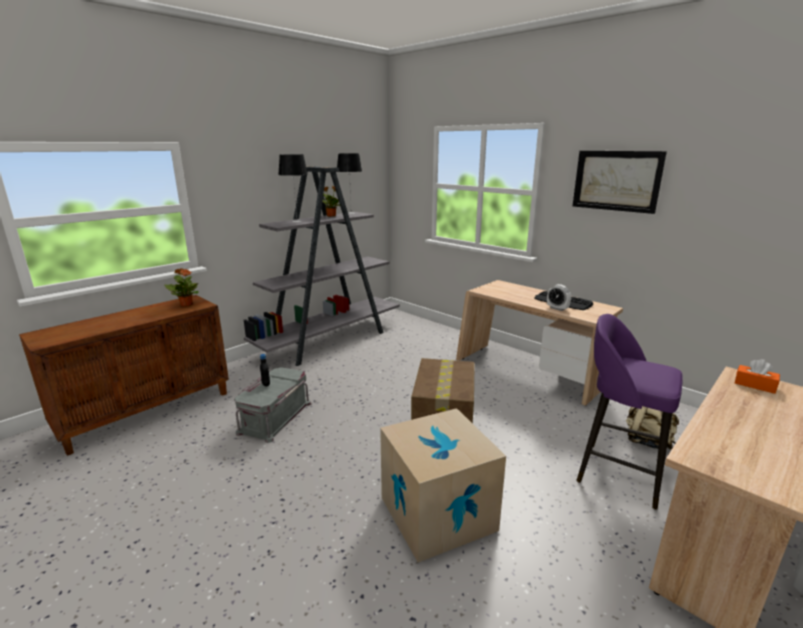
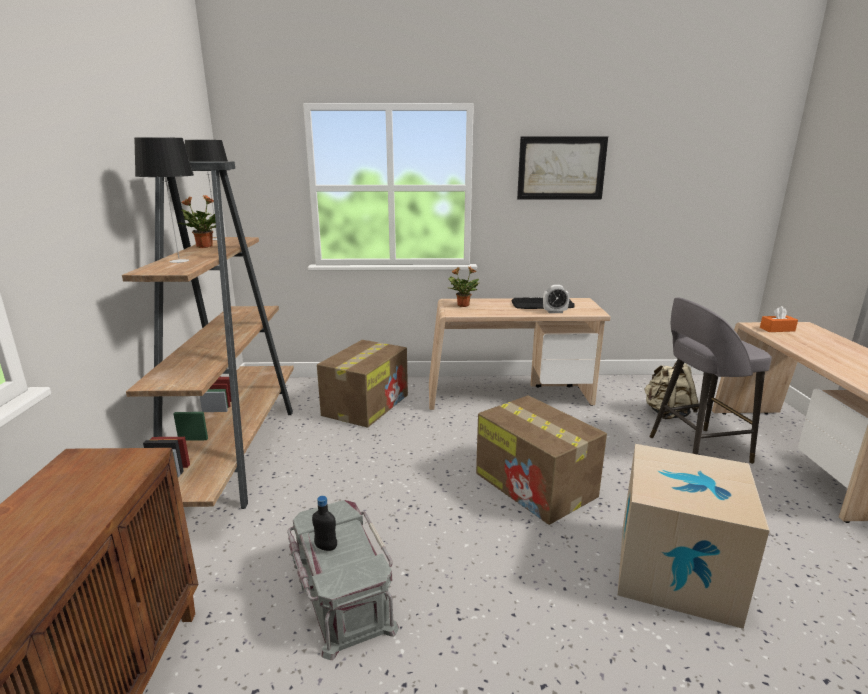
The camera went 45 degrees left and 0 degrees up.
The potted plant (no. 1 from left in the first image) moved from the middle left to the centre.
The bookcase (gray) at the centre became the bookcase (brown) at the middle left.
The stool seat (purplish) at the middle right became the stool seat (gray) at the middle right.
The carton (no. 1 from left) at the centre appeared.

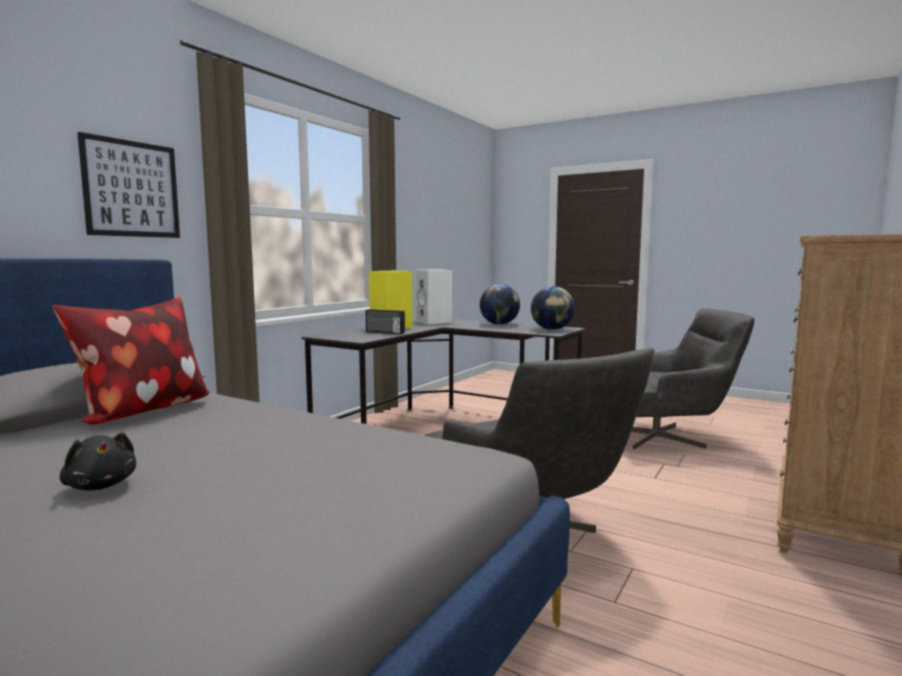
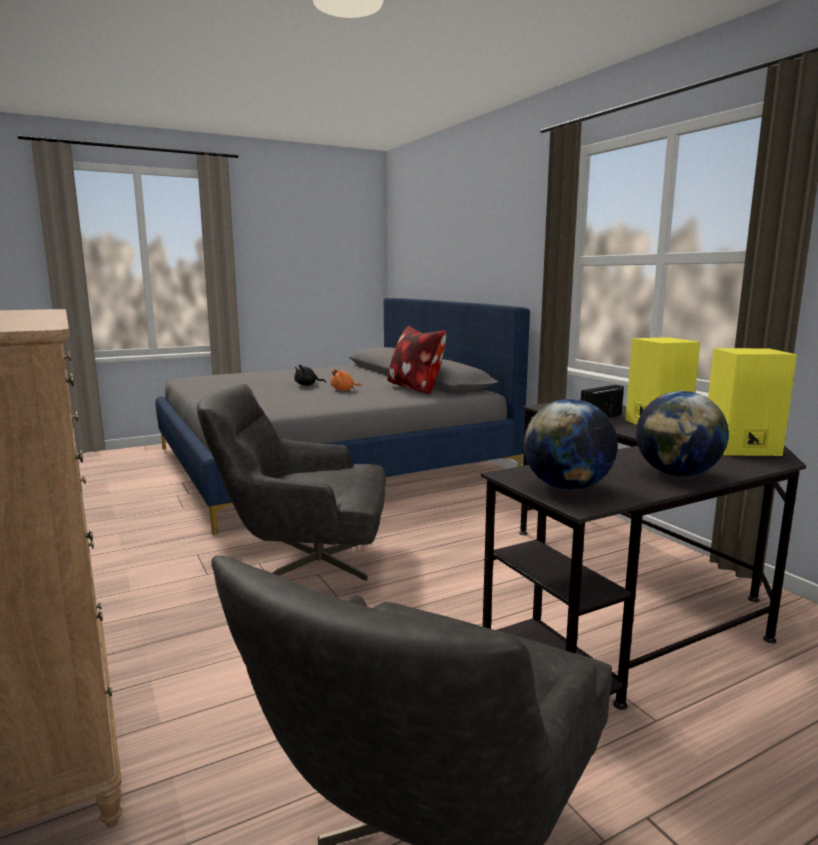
The camera went 120 degrees right and 5 degrees up.
The wall art at the top left disappeared.
The speaker (whitish) at the centre became the speaker (yellow) (no. 2 from left) at the middle right.
The plush toy (orangey) at the centre appeared.

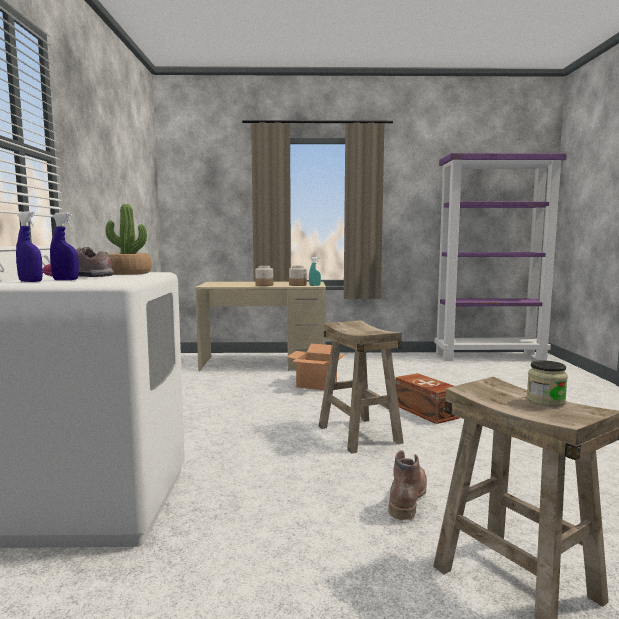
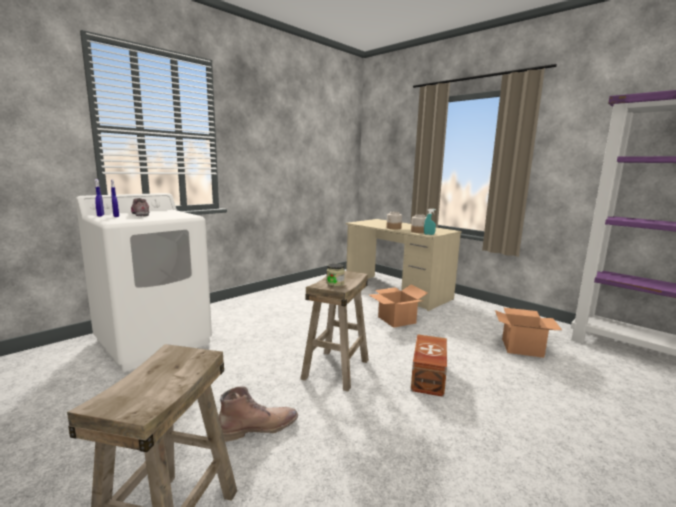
The camera went 45 degrees right and 5 degrees up.
The potted plant at the middle left disappeared.
The storage jar (no. 3 from left in the first image) moved from the middle right to the centre.
The carton (no. 2 from left) at the middle right appeared.

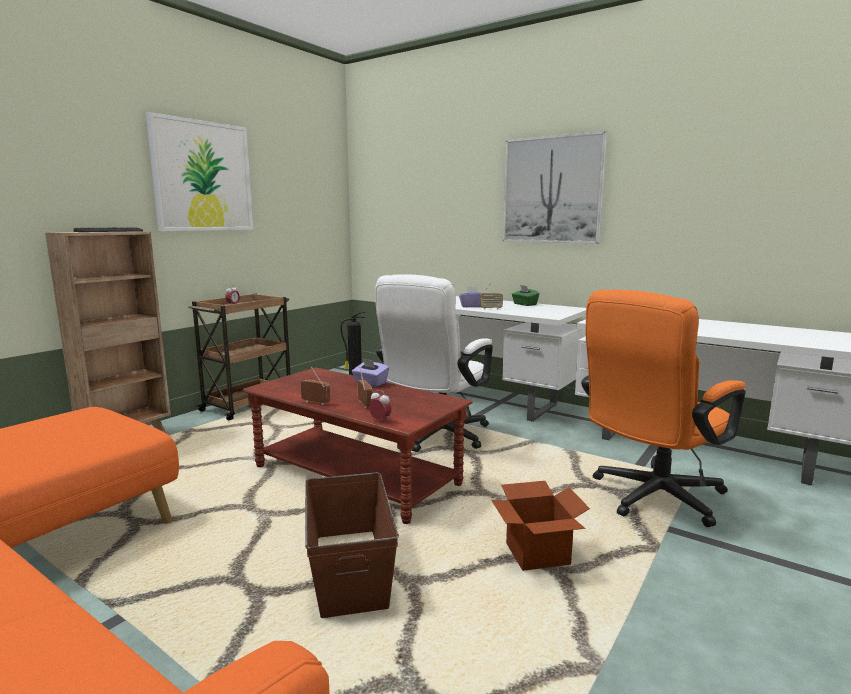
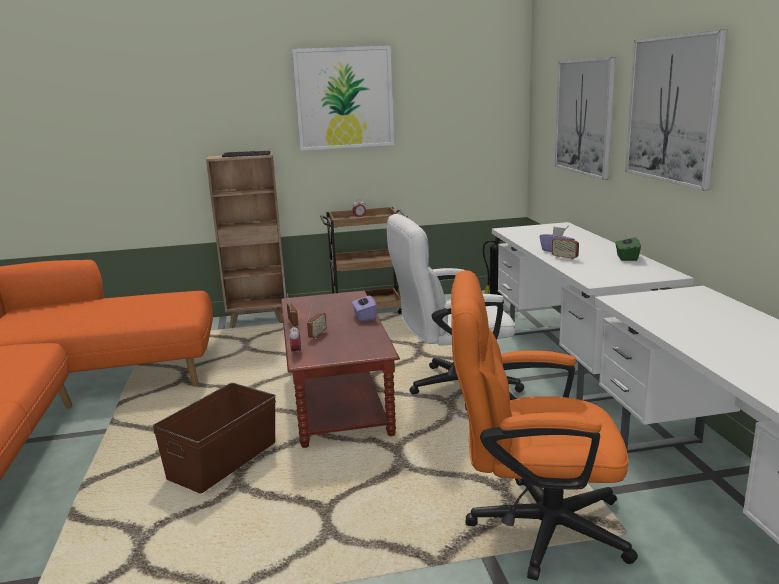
The camera went 45 degrees right and 5 degrees up.
The carton at the bottom centre disappeared.
The wall art (no. 2 from left) at the top right appeared.

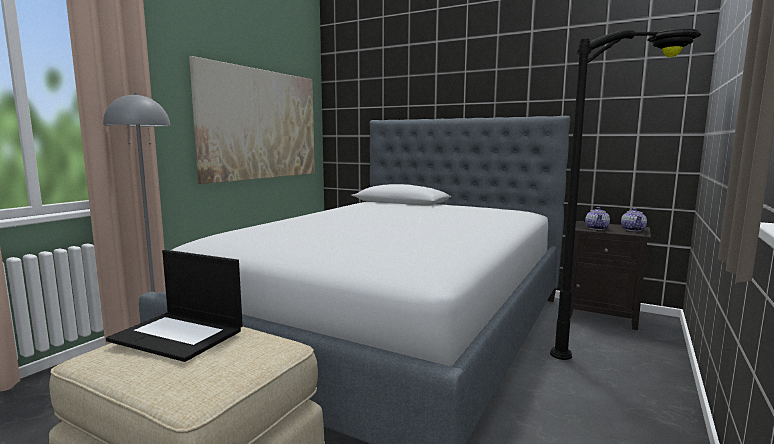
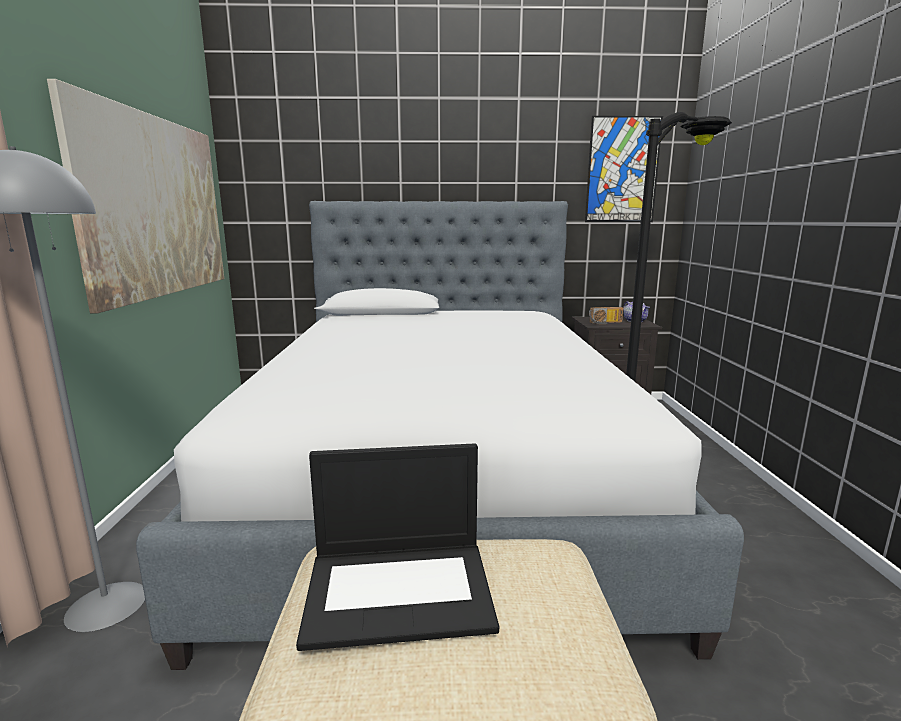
The camera went 30 degrees left and 5 degrees up.
The pot for tea (no. 1 from left) at the middle right was replaced by the radio set at the middle right.
The wall art (no. 2 from left) at the top right appeared.

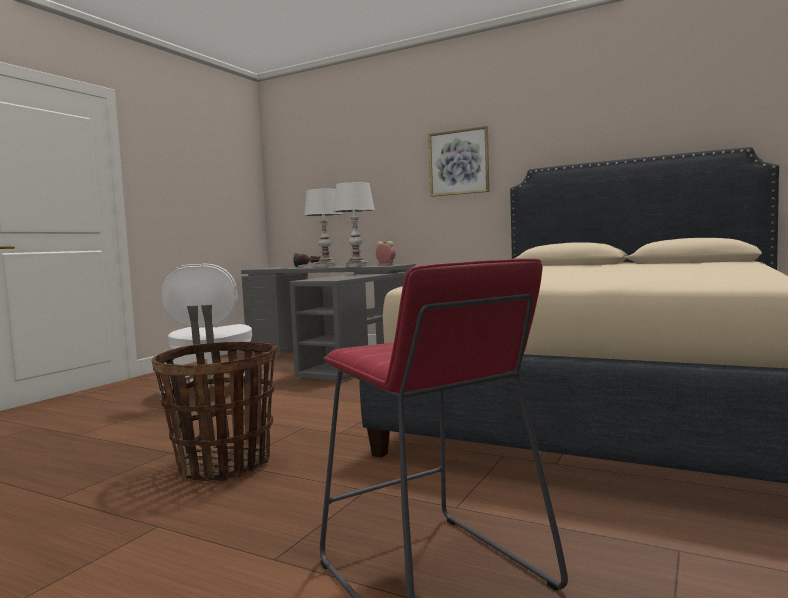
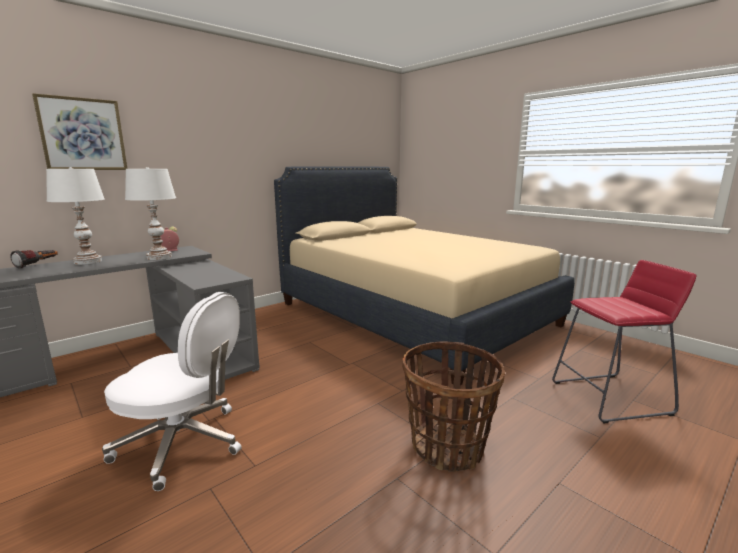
The camera went 70 degrees left and 10 degrees up.
The wall art moved from the top centre to the top left.

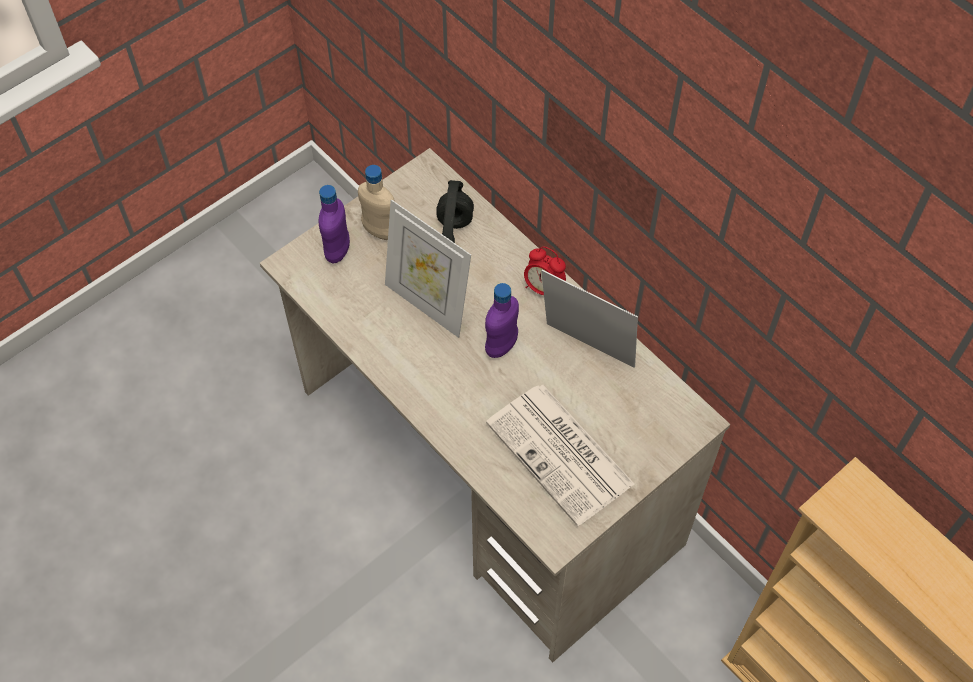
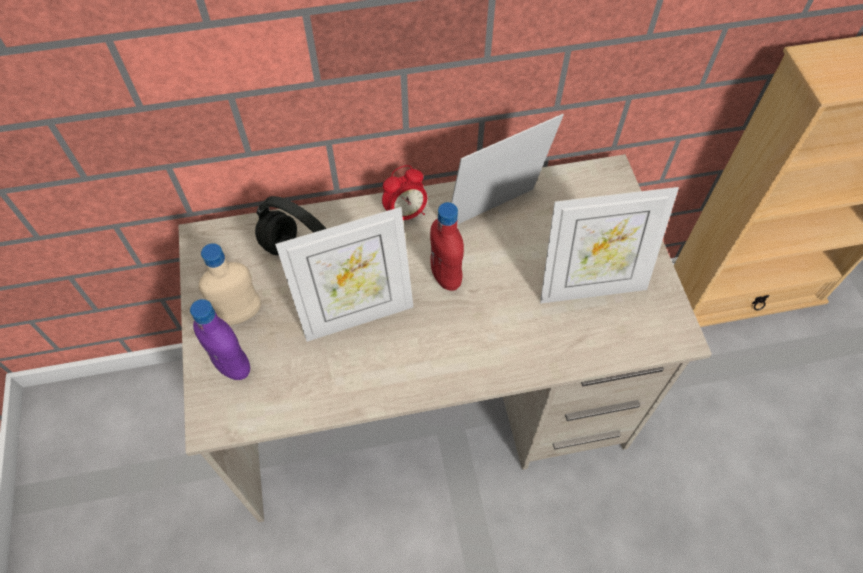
The camera went 60 degrees left and 0 degrees up.
The bottle (purplish) (no. 2 from left) at the centre became the bottle (red) at the centre.
The printed paper at the bottom centre was replaced by the standing frame (no. 3 from left) at the middle right.

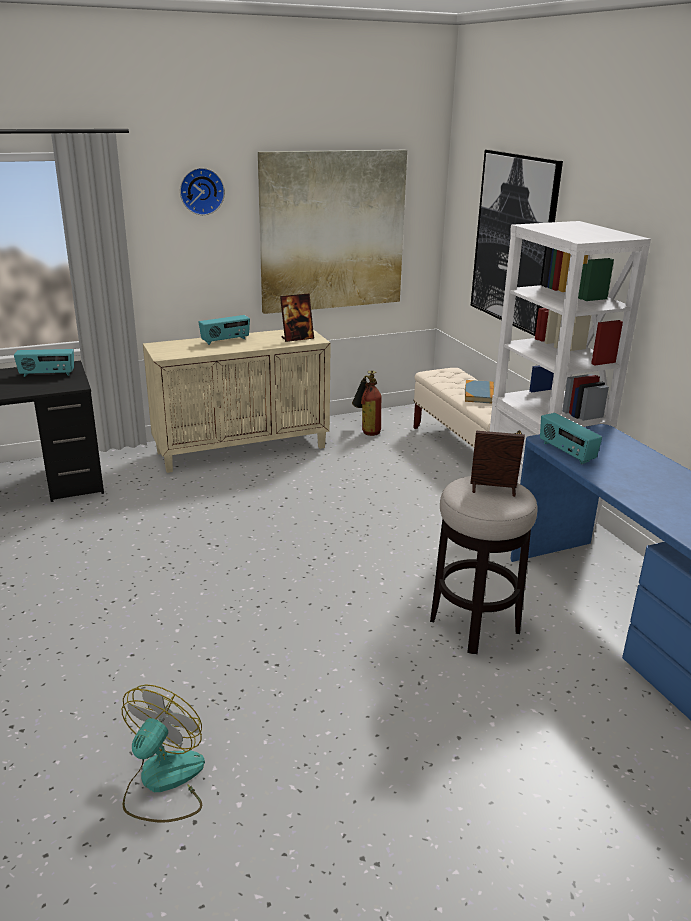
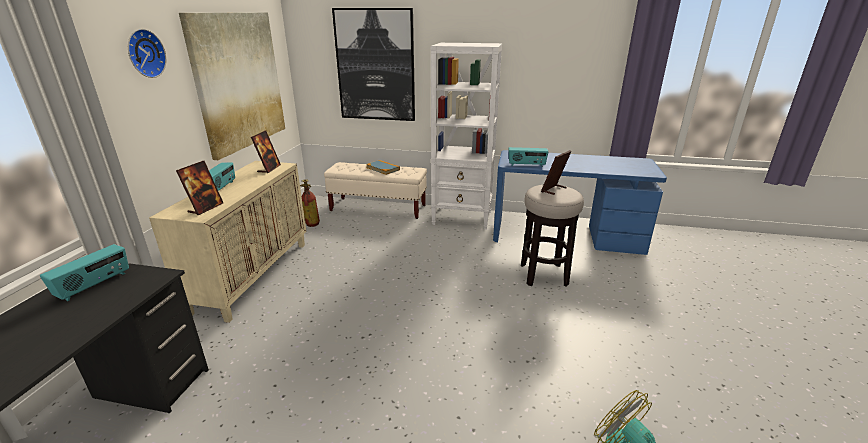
The camera went 55 degrees left and 0 degrees up.
The standing frame (no. 1 from left) at the middle left appeared.

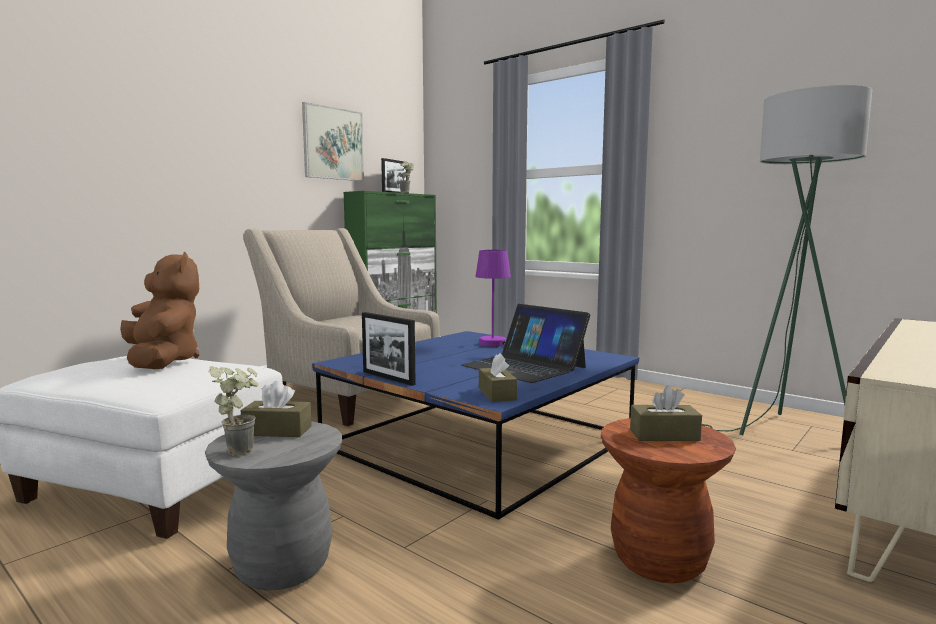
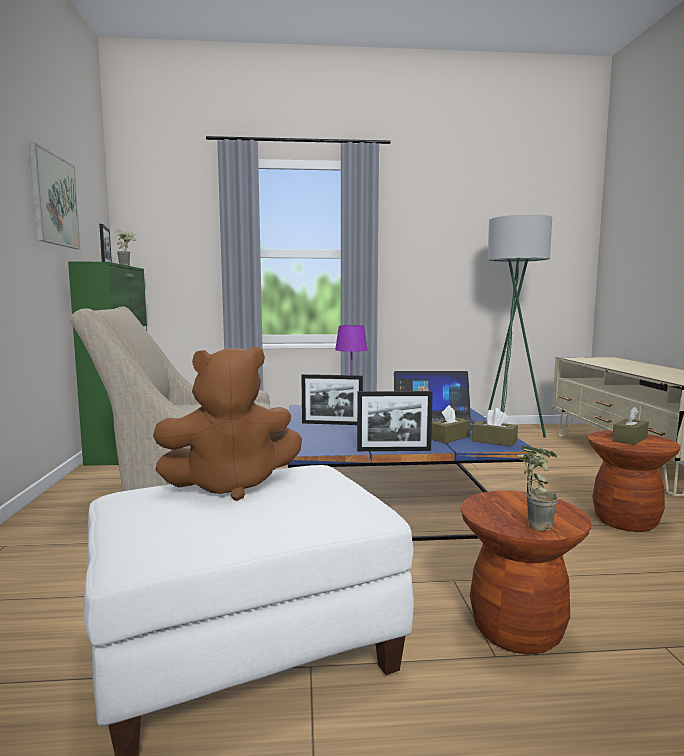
The camera went 45 degrees left and 0 degrees up.
The plush toy (brown) at the middle left turned 150 degrees clockwise.
The stool seat (gray) at the bottom left became the stool seat (brown) (no. 1 from left) at the bottom right.
The tissue holder (brown) (no. 1 from left) moved from the middle left to the centre.
The standing frame (no. 2 from left) at the centre appeared.

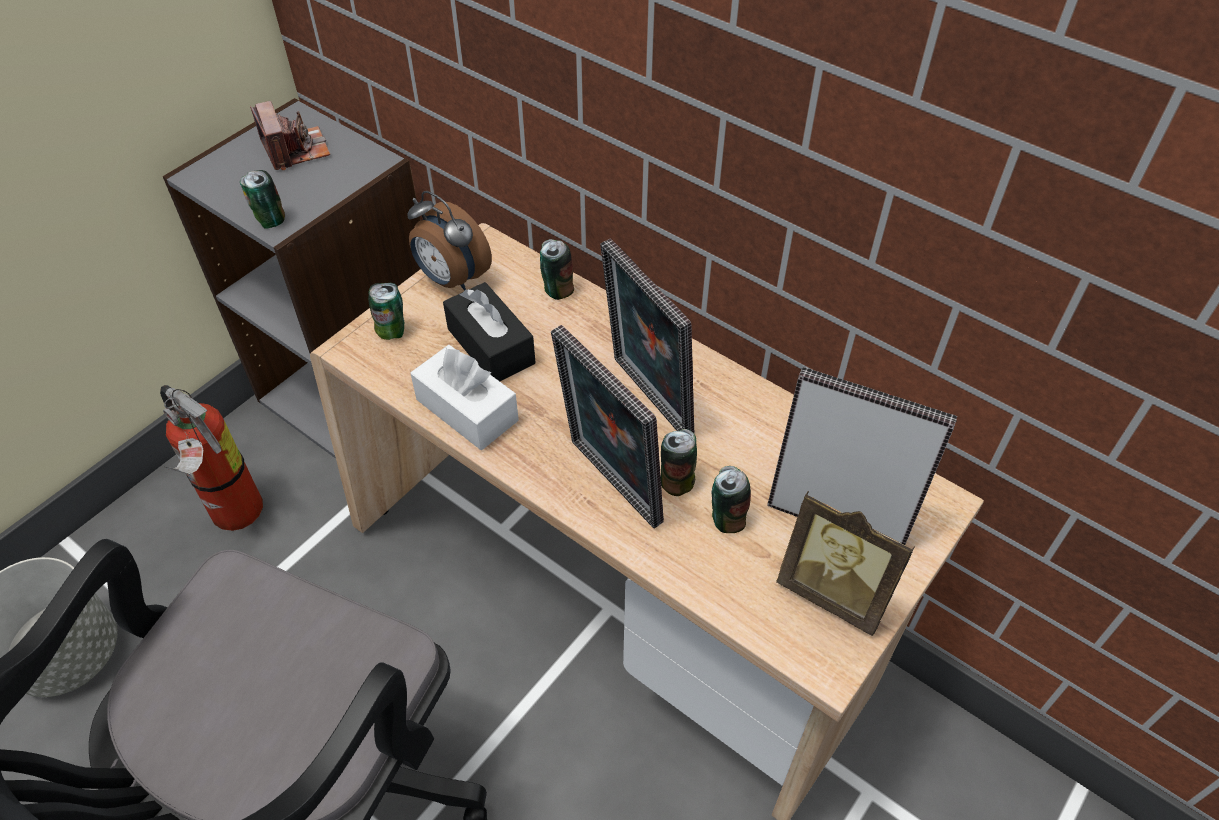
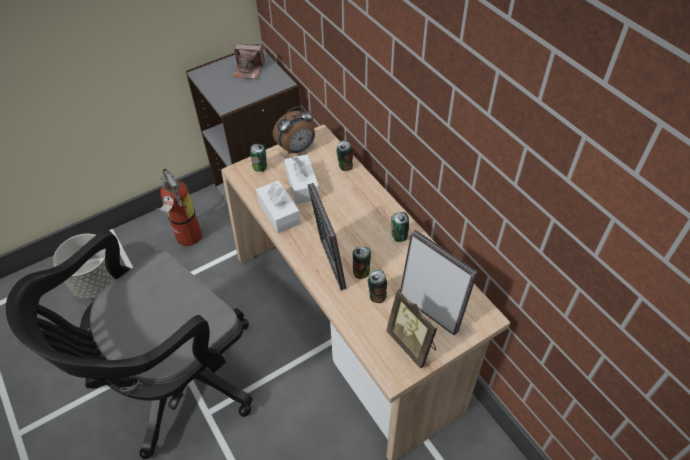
The camera went 20 degrees right and 0 degrees up.
The can (no. 1 from left in the first image) moved from the top left to the centre.
The photo camera at the top left turned 105 degrees clockwise.
The alarm clock at the top centre turned 90 degrees counterclockwise.
The tissue holder (blackish) at the centre became the tissue holder (whitish) (no. 2 from left) at the centre.
The standing frame (no. 2 from left) at the centre disappeared.

